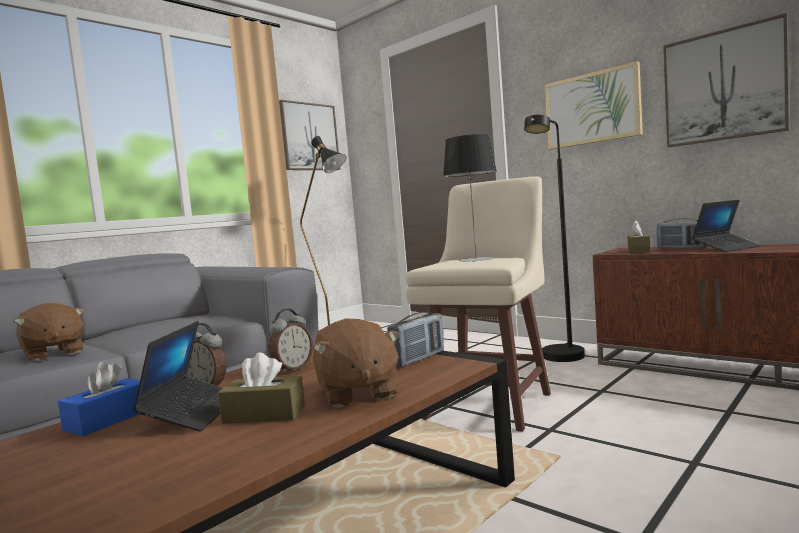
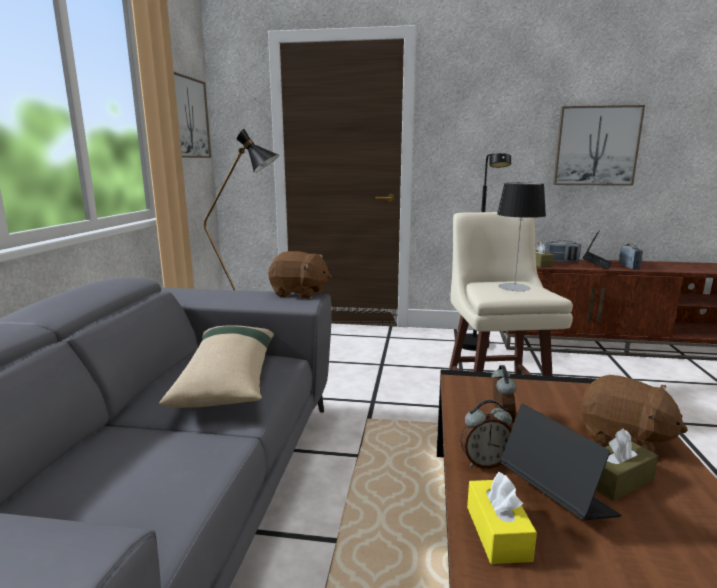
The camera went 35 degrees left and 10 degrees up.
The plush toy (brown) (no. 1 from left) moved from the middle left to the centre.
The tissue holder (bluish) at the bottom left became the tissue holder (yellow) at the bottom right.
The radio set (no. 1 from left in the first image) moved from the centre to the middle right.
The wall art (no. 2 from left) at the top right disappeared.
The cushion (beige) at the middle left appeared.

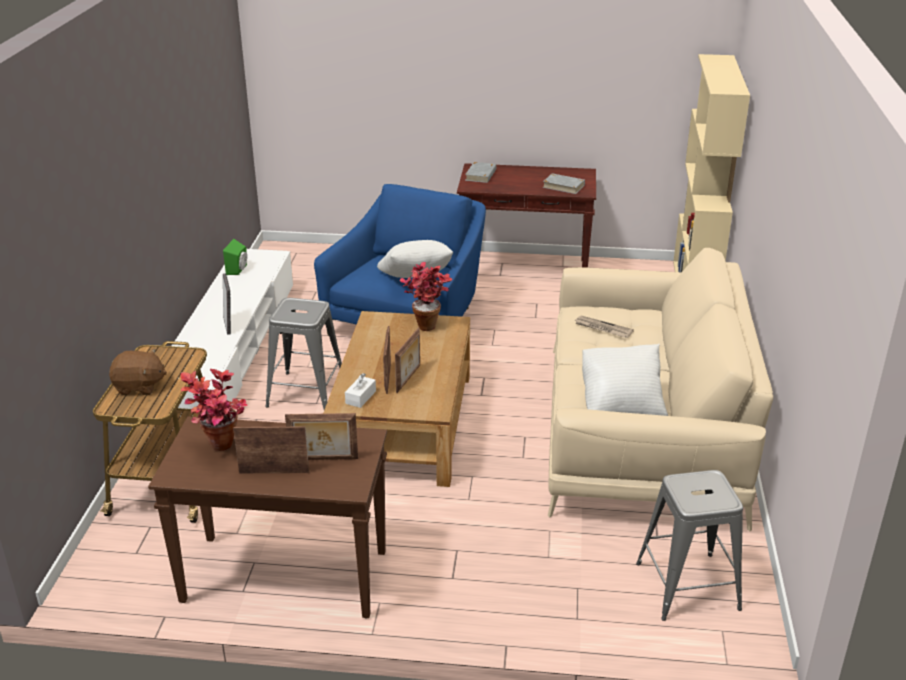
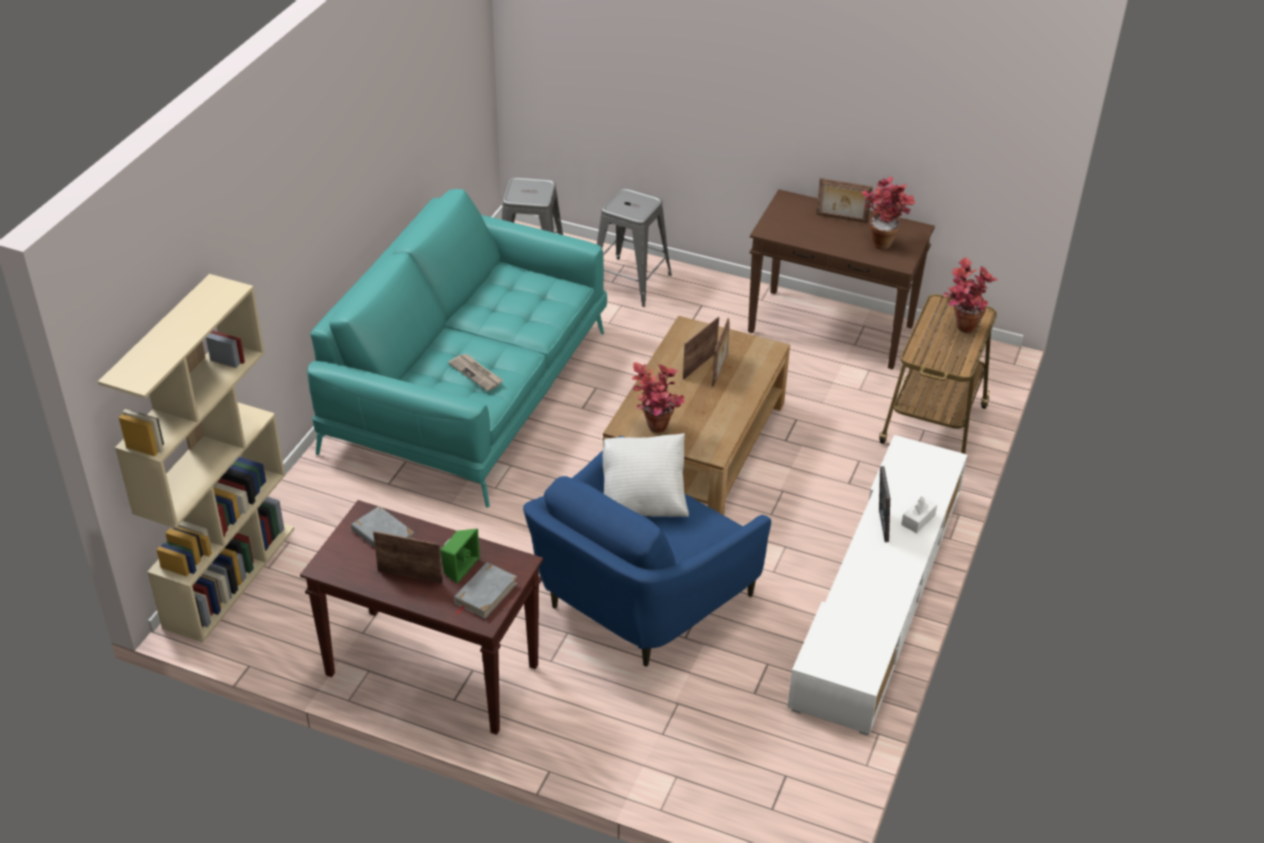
The camera went 165 degrees left and 10 degrees up.
The plush toy (brown) at the middle left was replaced by the potted plant (no. 3 from left) at the middle right.
The speaker (green-coloured) moved from the middle left to the centre.
The stool seat (gray) (no. 1 from left in the first image) moved from the centre to the top centre.
The standing frame (no. 3 from left in the first image) moved from the centre to the middle left.
The tissue holder (whitish) moved from the centre to the middle right.
The settee (beige) at the middle right became the settee (turquoise-coloured) at the centre.
The cushion (whitish) (no. 2 from left) at the middle right disappeared.

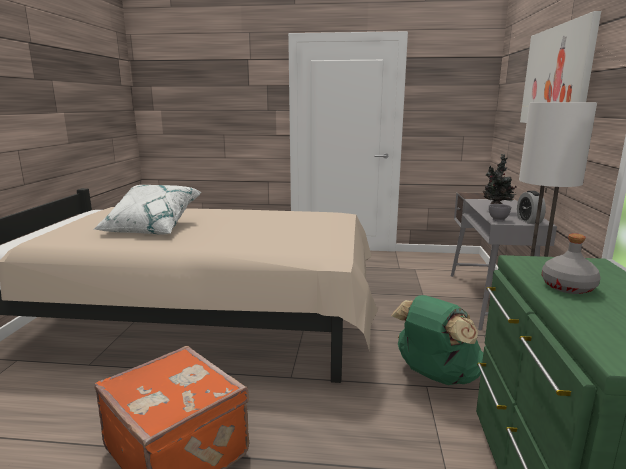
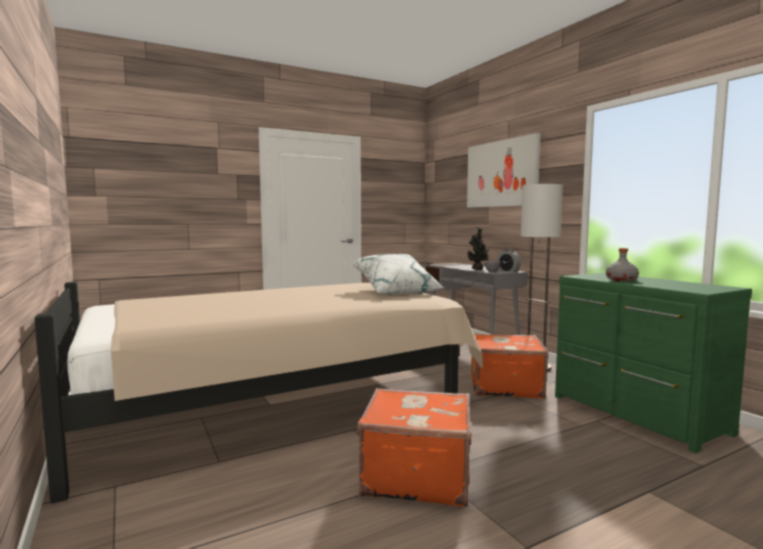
The camera went 35 degrees left and 10 degrees down.
The cushion (whitish) moved from the middle left to the centre.
The backpack (green-coloured) at the bottom right was replaced by the piece of luggage (orangey) (no. 2 from left) at the bottom right.

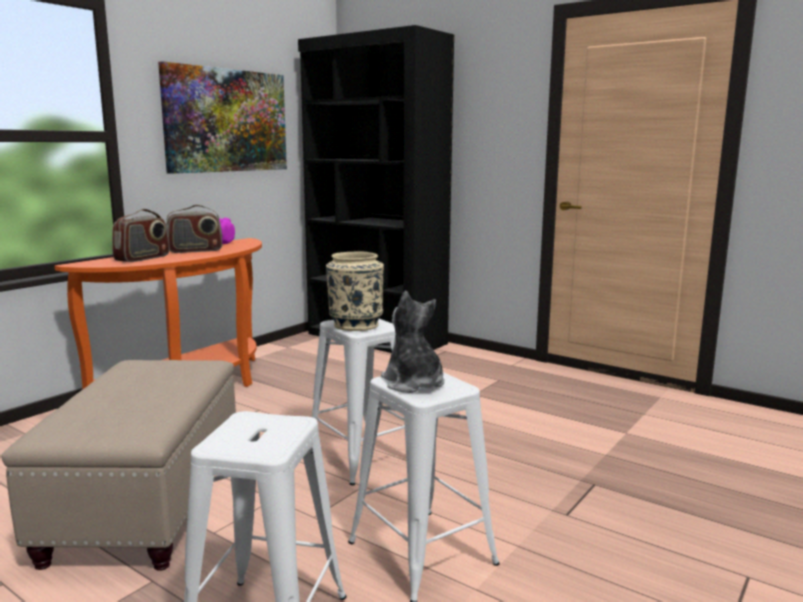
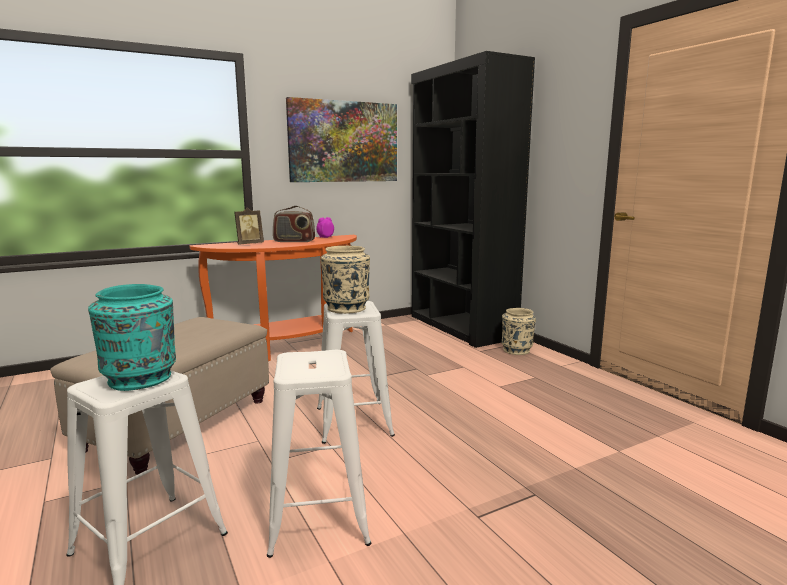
The camera went 25 degrees right and 0 degrees up.
The radio set (no. 1 from left) at the middle left was replaced by the standing frame at the middle left.
The plush toy at the centre disappeared.
The decorative vase (turquoise-coloured) at the middle left appeared.
The decorative vase (beige) (no. 2 from left) at the centre appeared.

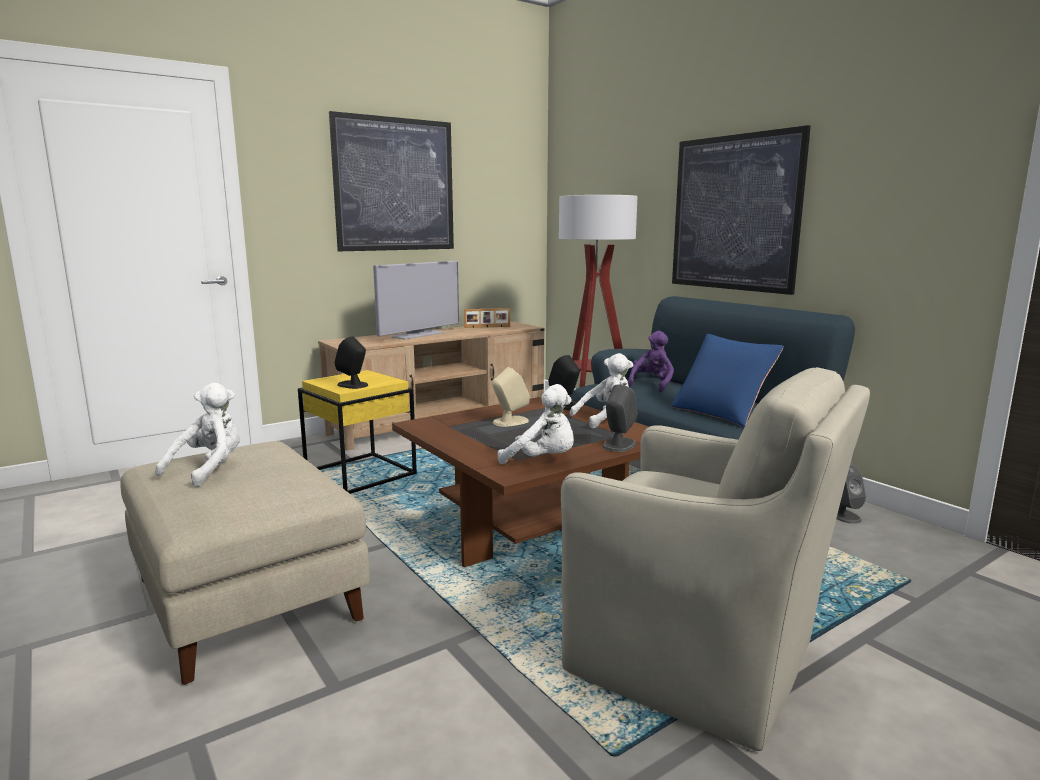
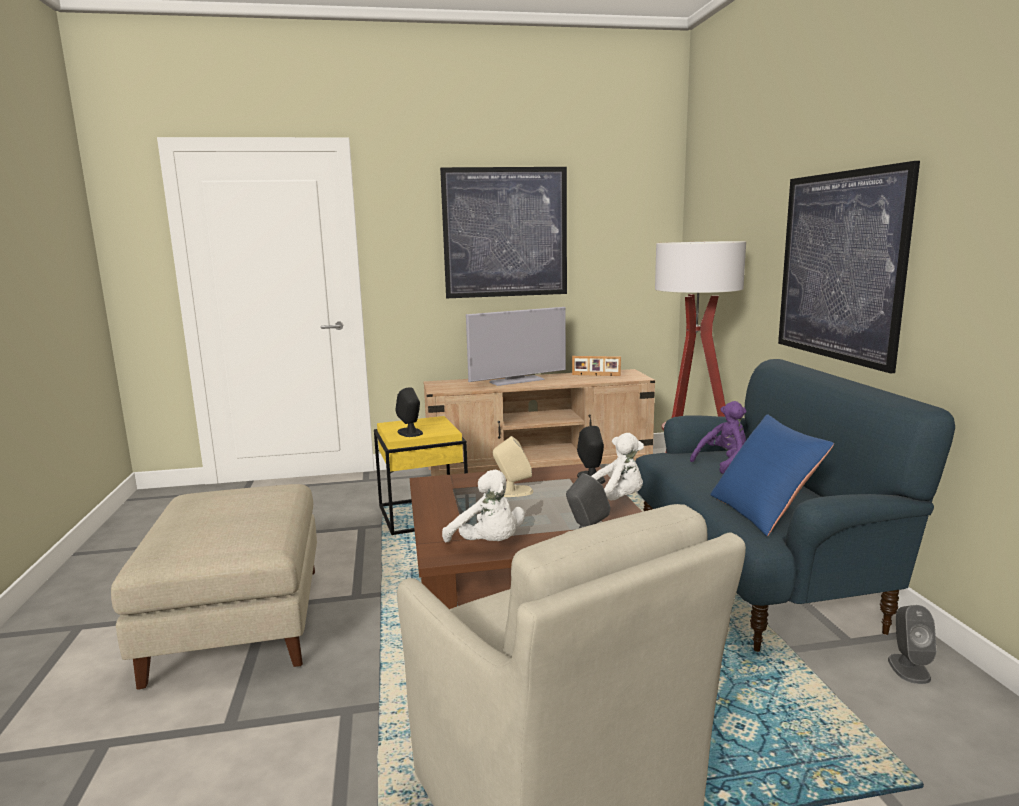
The camera went 25 degrees right and 0 degrees up.
The plush toy (whitish) (no. 1 from left) at the middle left disappeared.

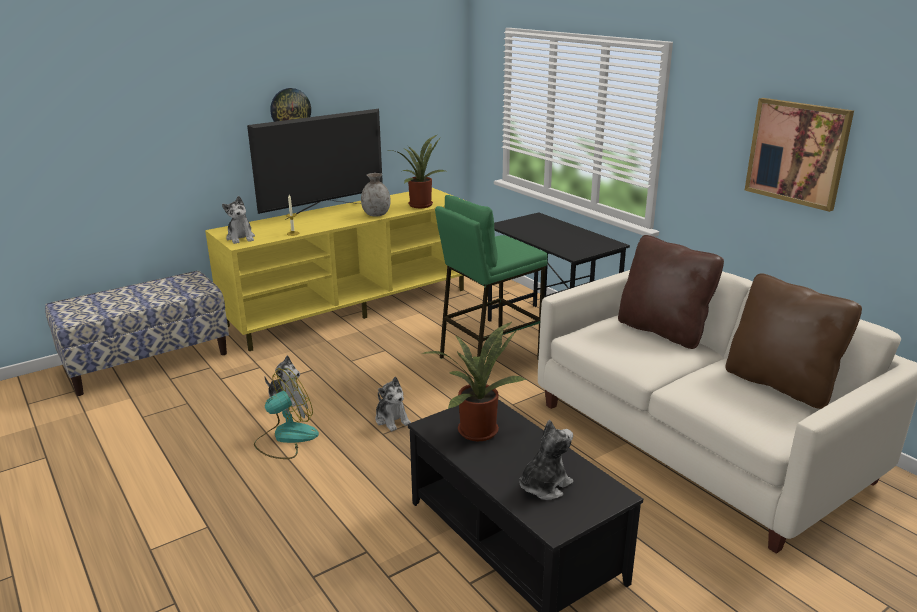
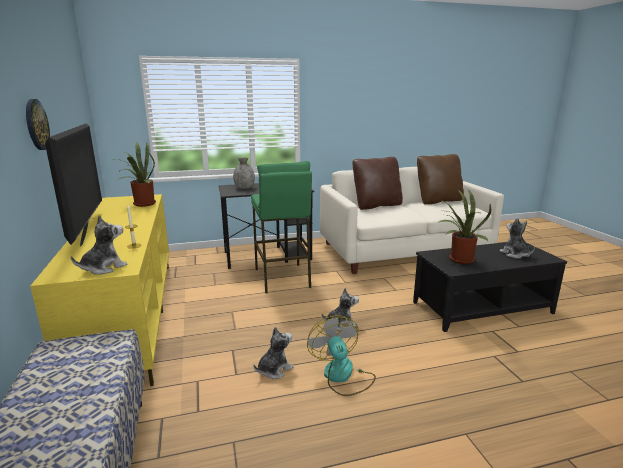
The camera went 70 degrees left and 5 degrees down.
The plush toy (no. 1 from left) at the middle left turned 45 degrees counterclockwise.
The decorative vase (gray) moved from the top centre to the centre.
The wall art at the top right disappeared.

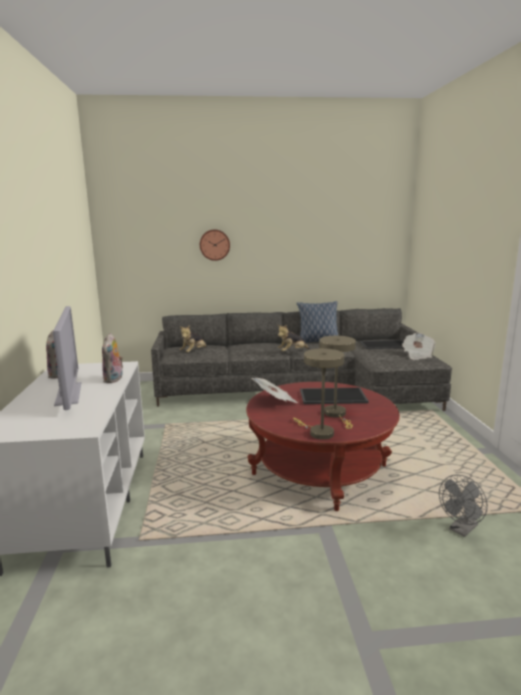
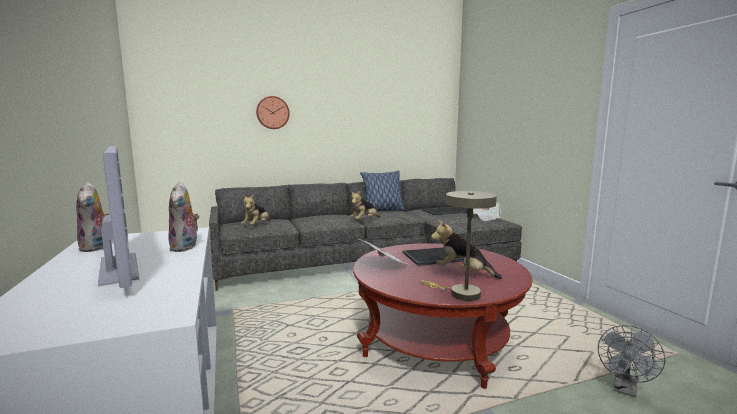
The camera went 15 degrees left and 5 degrees down.
The tabletop lamp (beige) (no. 2 from left) at the centre was replaced by the plush toy (no. 5 from left) at the centre.

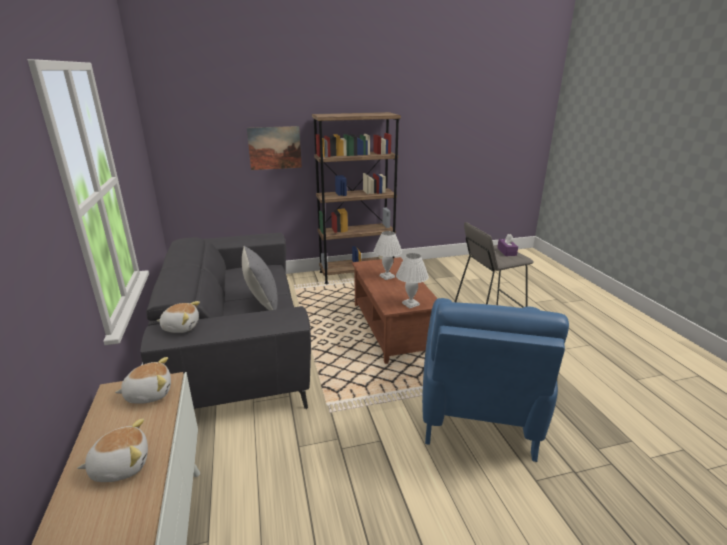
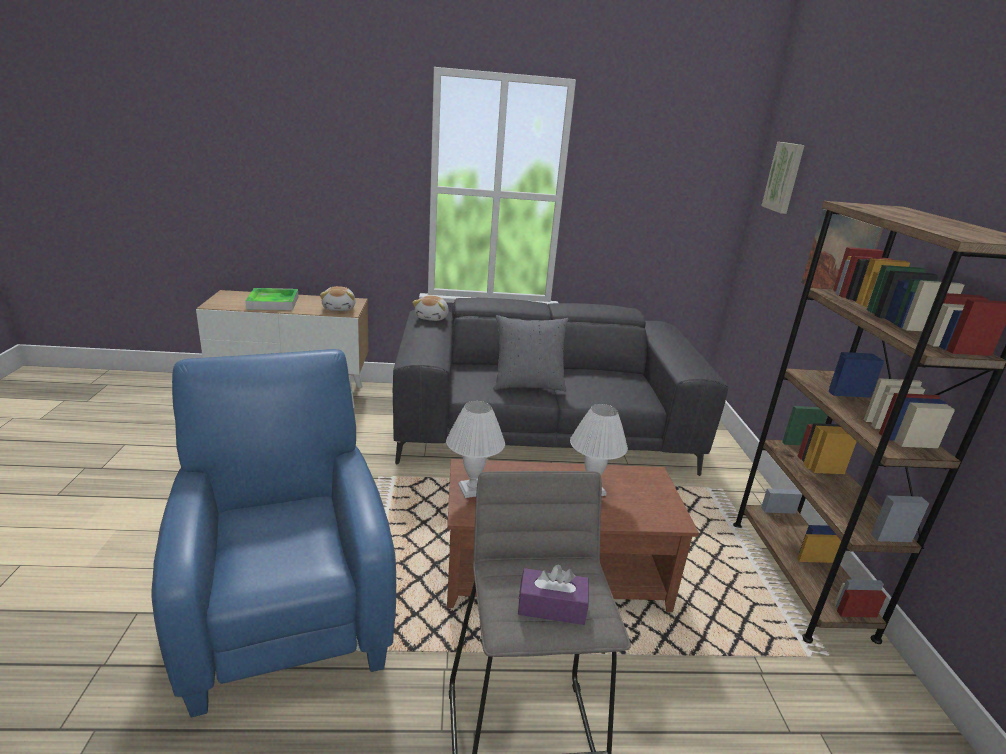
The camera went 100 degrees right and 0 degrees up.
The plush toy (no. 1 from left) at the bottom left was replaced by the serving tray at the middle left.
The lounge chair (bluish) at the bottom right turned 45 degrees clockwise.
The wall art (no. 1 from left) at the top right appeared.

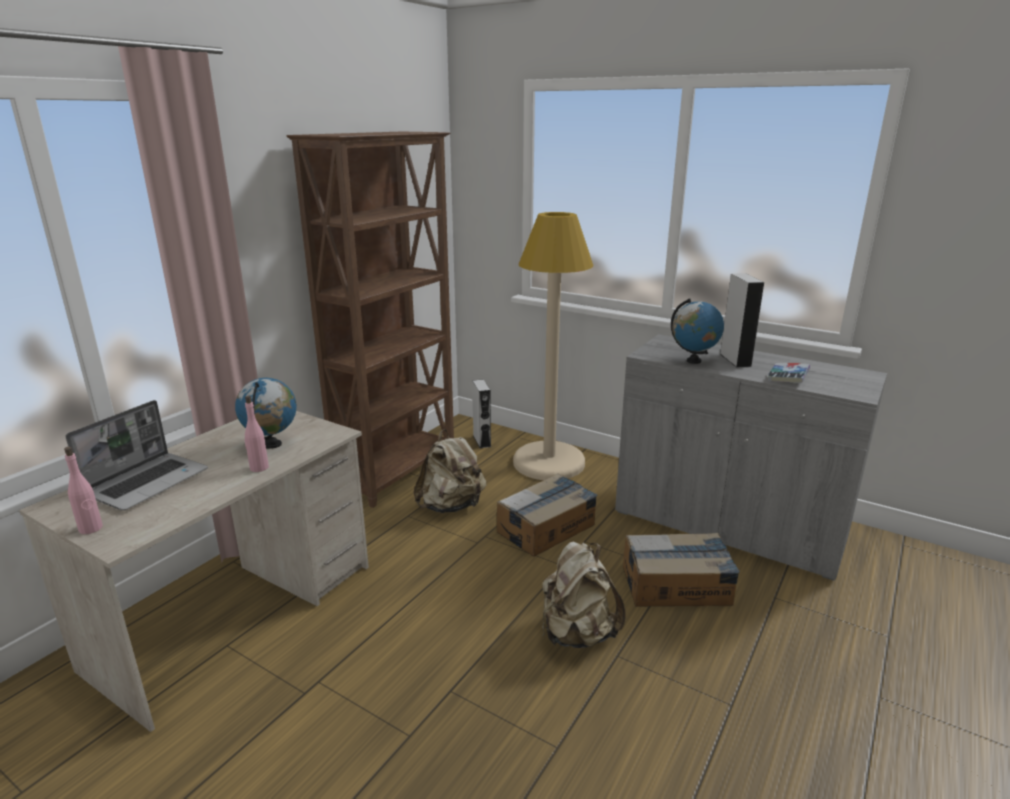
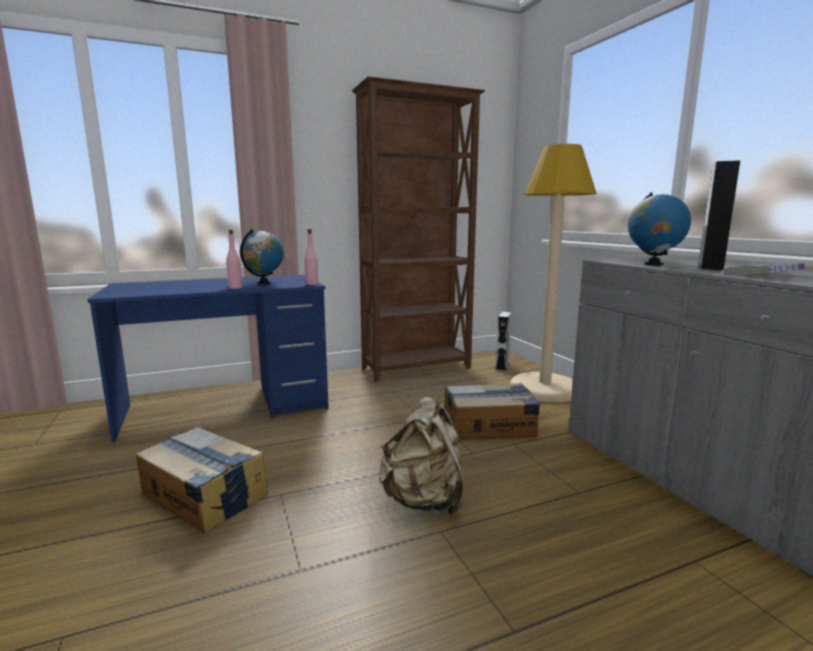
The camera went 35 degrees right and 10 degrees down.
The desk table (beige) at the bottom left became the desk table (bluish) at the middle left.
The bottle (pink-coloured) (no. 1 from left in the first image) moved from the middle left to the centre.
The notebook computer at the middle left disappeared.
The backpack (beige) (no. 1 from left) at the centre disappeared.
The carton (no. 2 from left in the first image) moved from the bottom right to the bottom left.

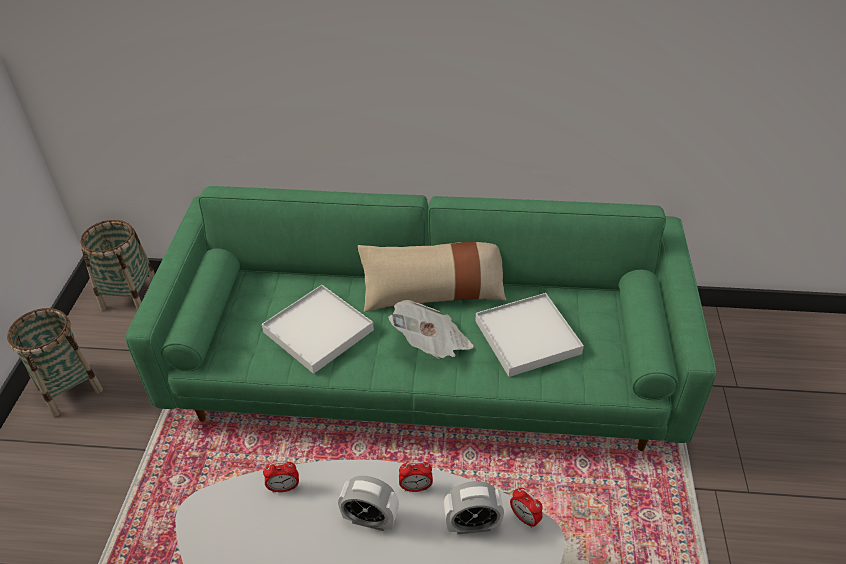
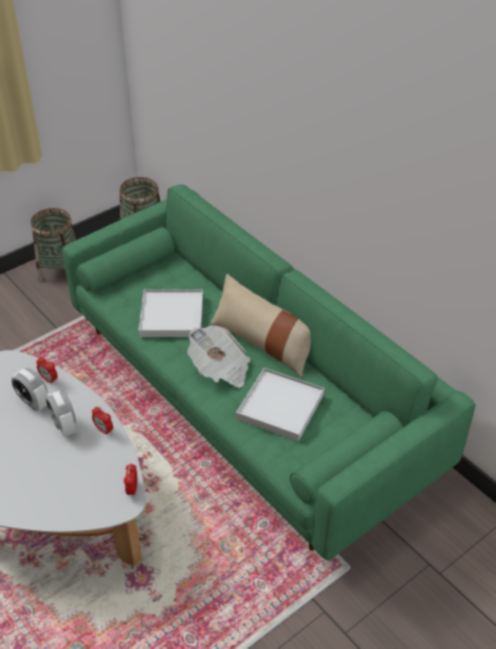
The camera went 45 degrees right and 0 degrees up.
The alarm clock (no. 4 from left in the first image) moved from the bottom centre to the middle left.

